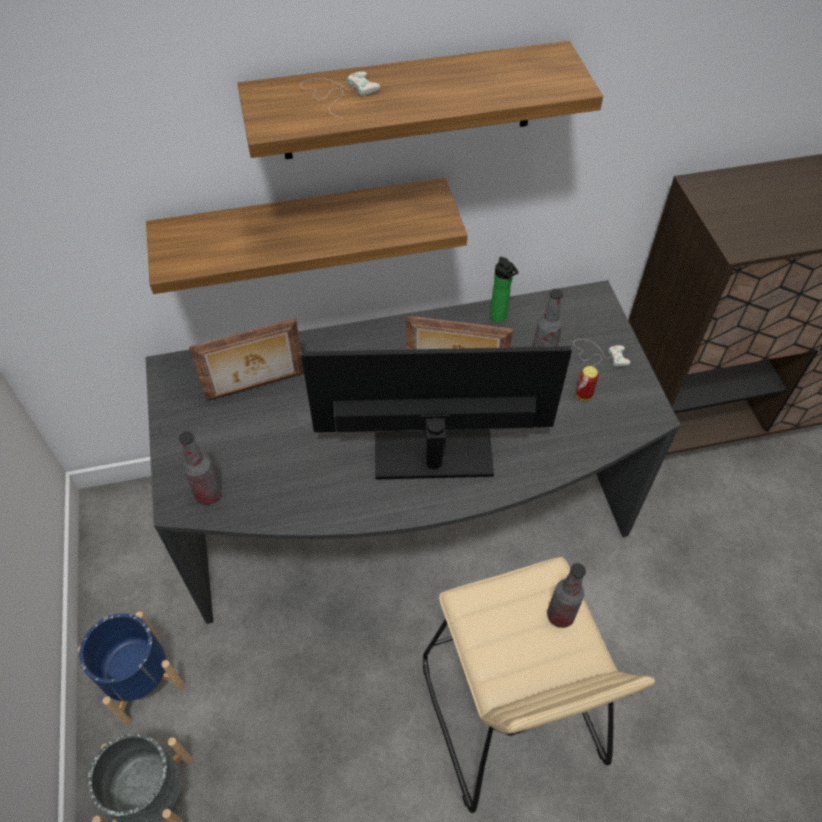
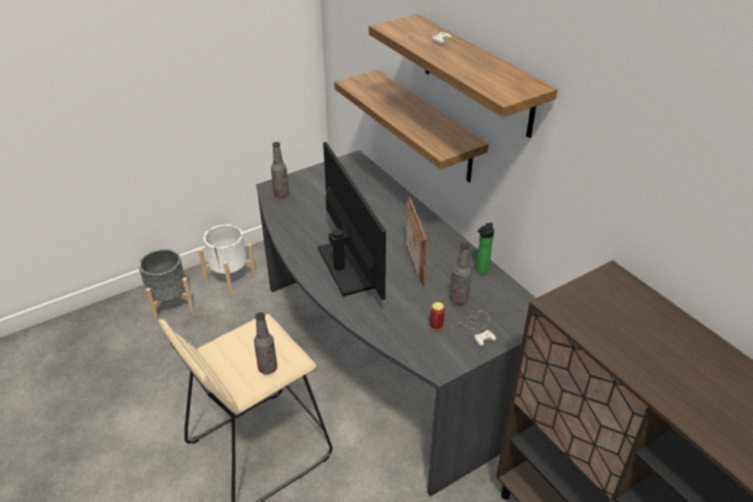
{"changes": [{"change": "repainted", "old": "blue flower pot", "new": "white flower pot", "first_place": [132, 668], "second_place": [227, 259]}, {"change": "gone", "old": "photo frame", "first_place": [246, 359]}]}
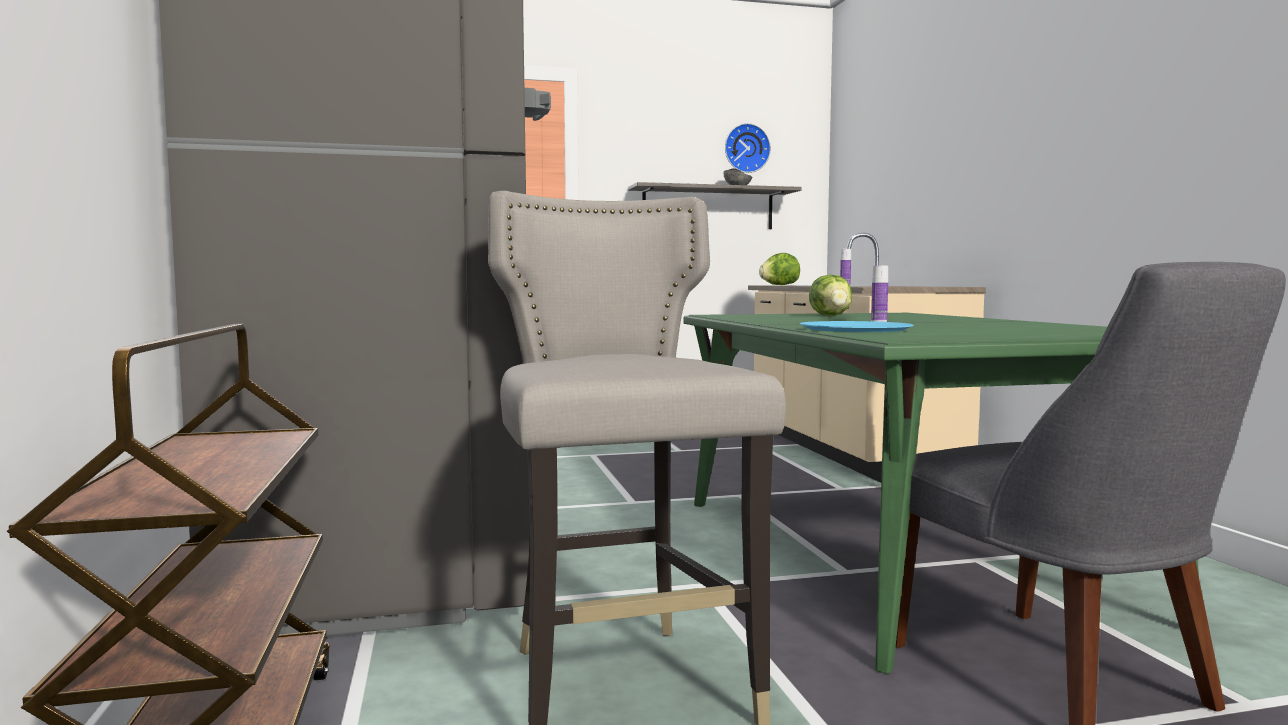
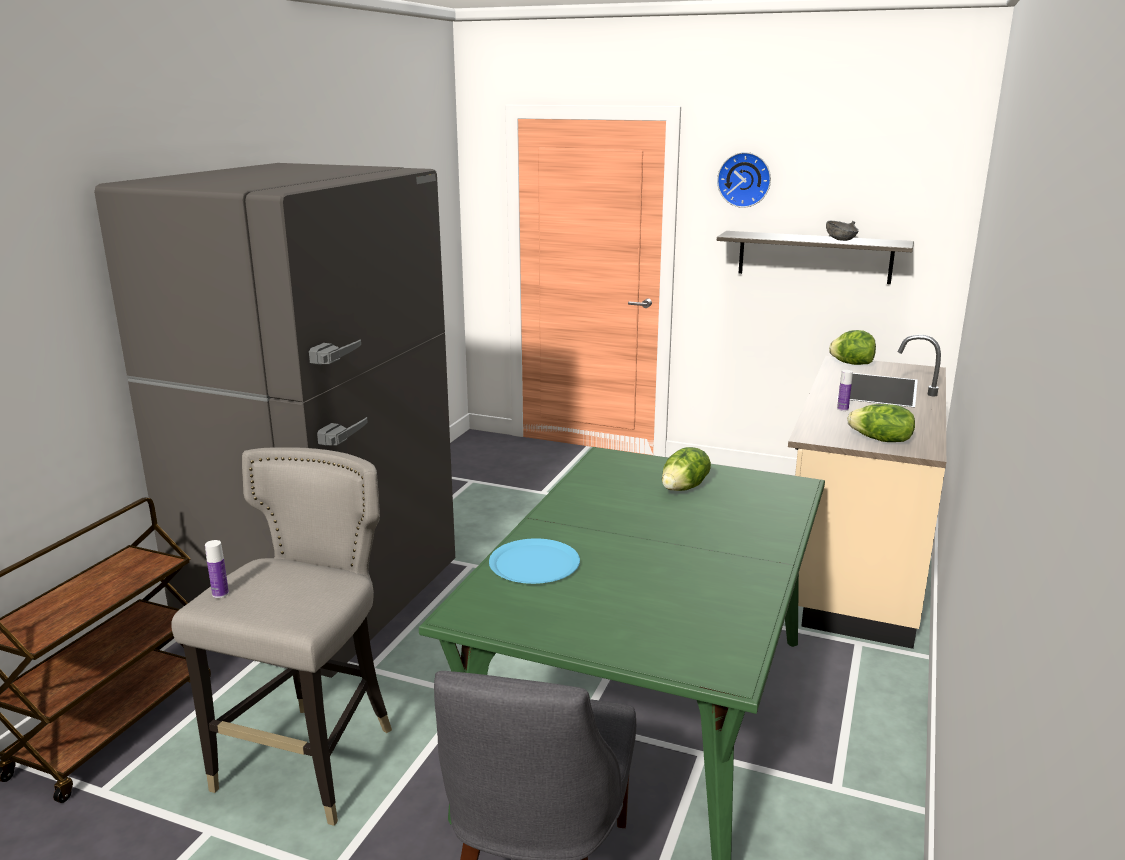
{"changes": [{"change": "shifted", "old": "beverage bottle", "first_place": [879, 294], "second_place": [217, 569]}, {"change": "shifted", "old": "wall clock", "first_place": [748, 148], "second_place": [744, 180]}, {"change": "new", "new": "lettuce head", "second_place": [881, 423]}]}
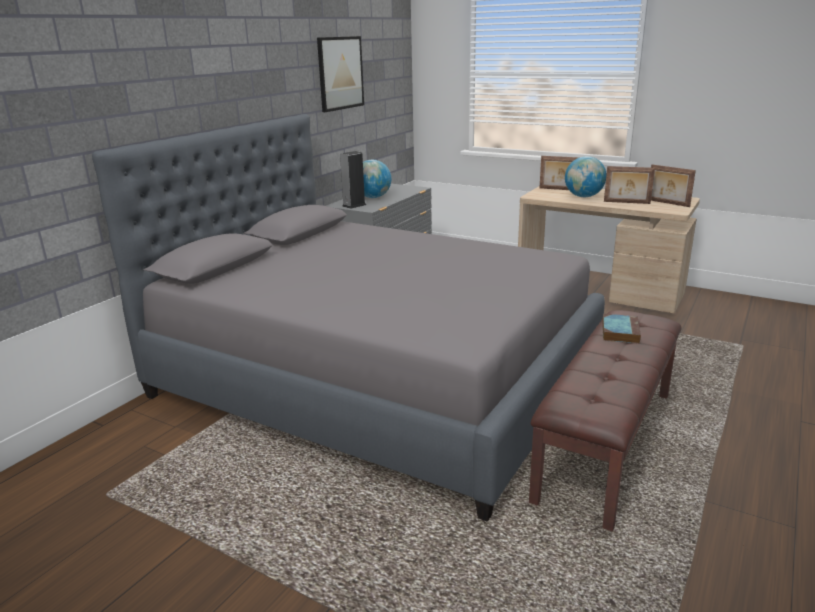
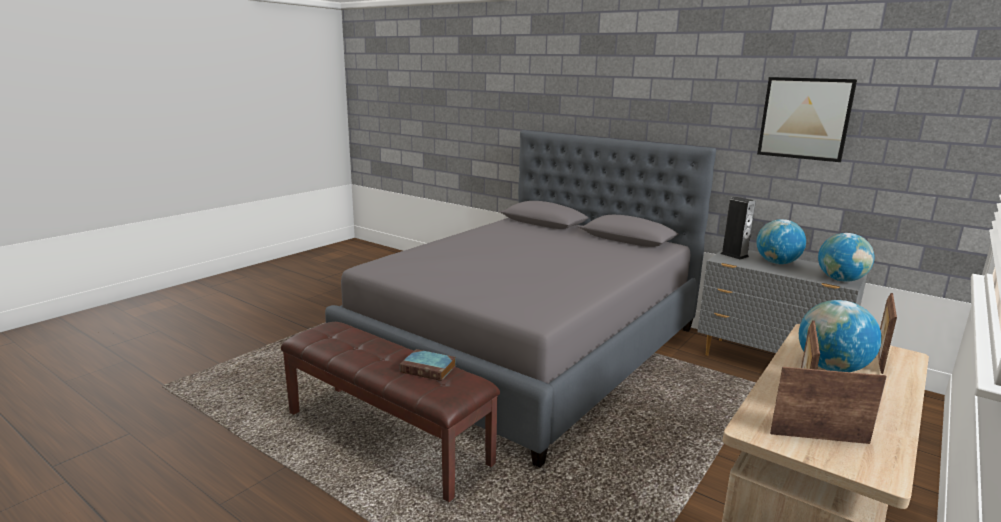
{"changes": [{"change": "rotated", "old": "photo frame", "first_place": [673, 186], "second_place": [828, 405], "degrees": 45}, {"change": "new", "new": "desk globe", "second_place": [846, 257]}]}
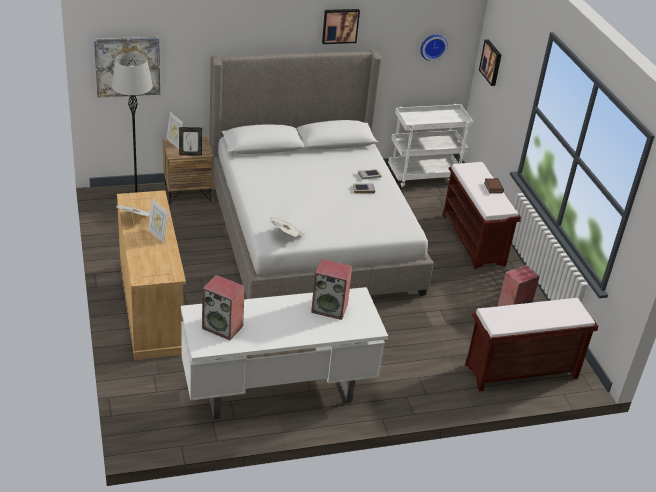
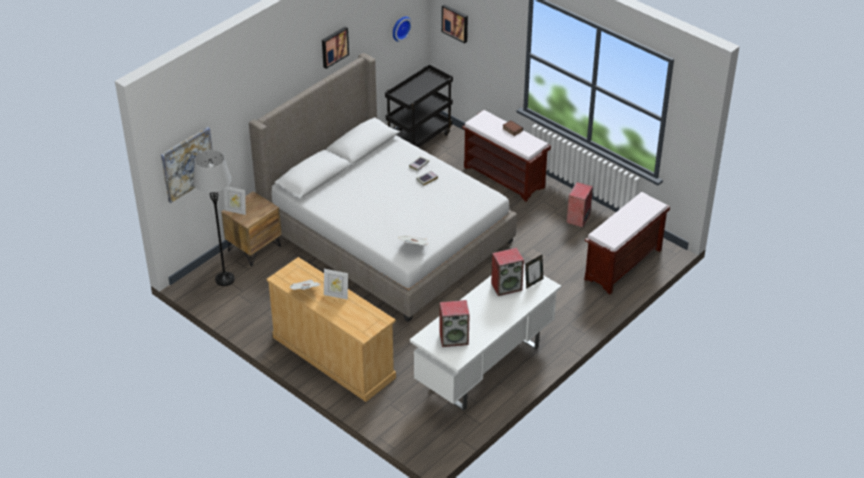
{"changes": [{"change": "repainted", "old": "white cart", "new": "black cart", "first_place": [430, 146], "second_place": [419, 106]}, {"change": "shifted", "old": "photo frame", "first_place": [190, 141], "second_place": [534, 272]}]}
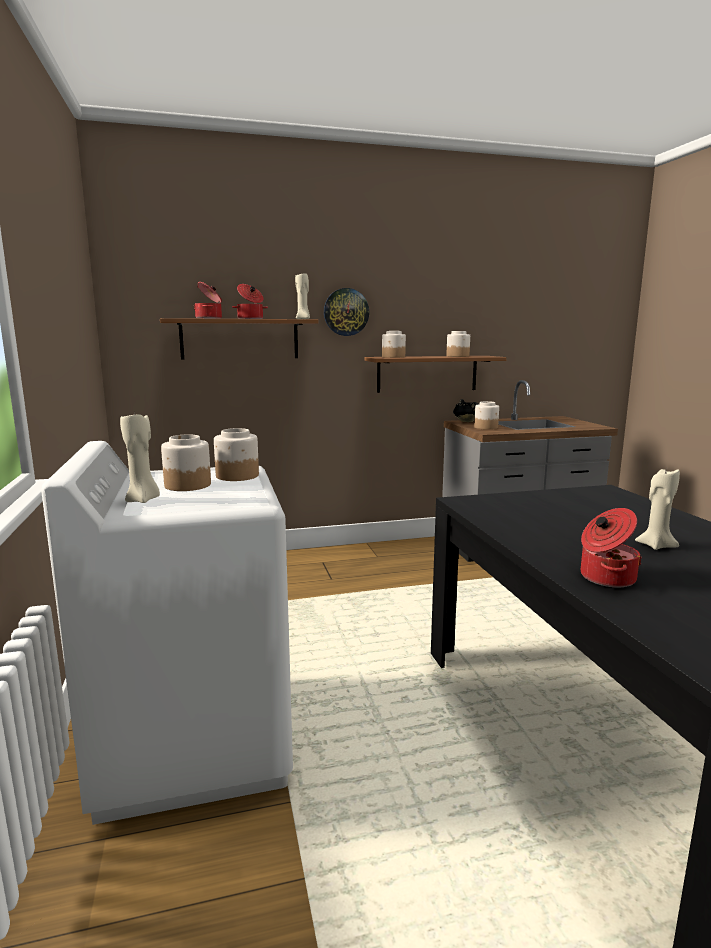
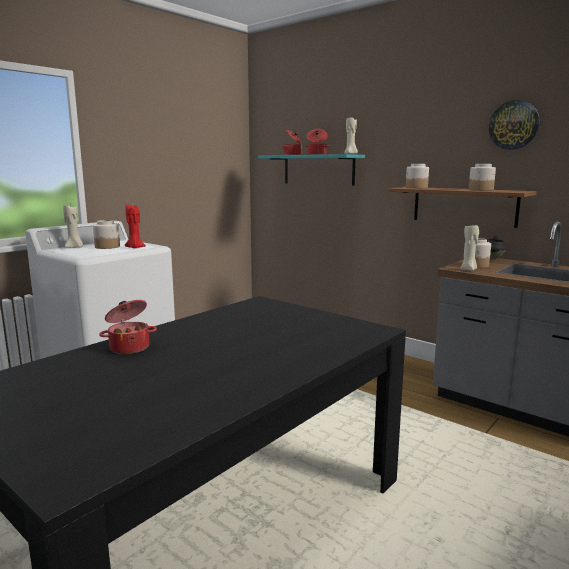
{"changes": [{"change": "swapped", "old": "preserve jar", "new": "red wax light", "first_place": [236, 454], "second_place": [135, 226]}, {"change": "repainted", "old": "brownish shelf", "new": "blue-green shelf", "first_place": [239, 339], "second_place": [311, 170]}, {"change": "shifted", "old": "beige-coloured wax light", "first_place": [657, 509], "second_place": [469, 248]}, {"change": "shifted", "old": "wall clock", "first_place": [346, 312], "second_place": [514, 125]}]}
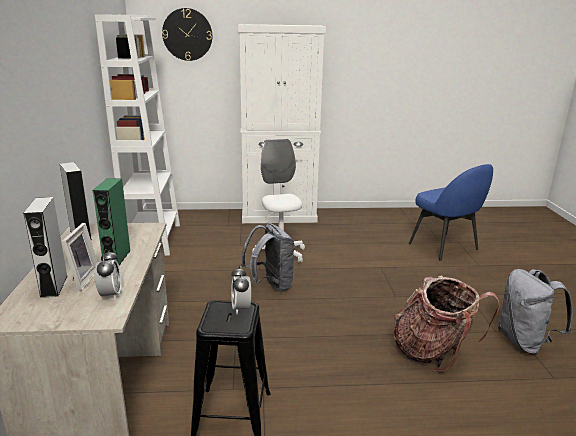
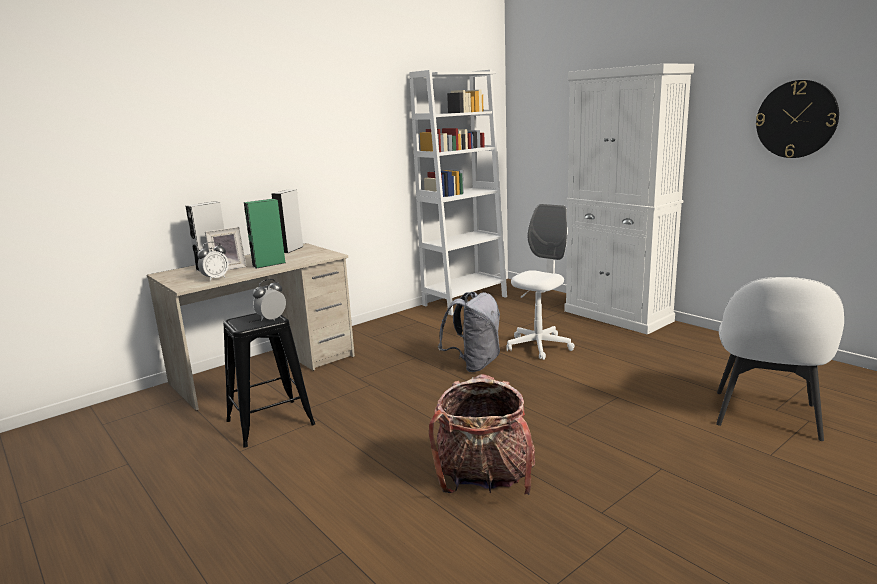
{"changes": [{"change": "repainted", "old": "blue plain chair", "new": "white plain chair", "first_place": [451, 212], "second_place": [780, 359]}, {"change": "shifted", "old": "wall clock", "first_place": [187, 34], "second_place": [797, 119]}, {"change": "gone", "old": "greyish backpack", "first_place": [535, 312]}]}
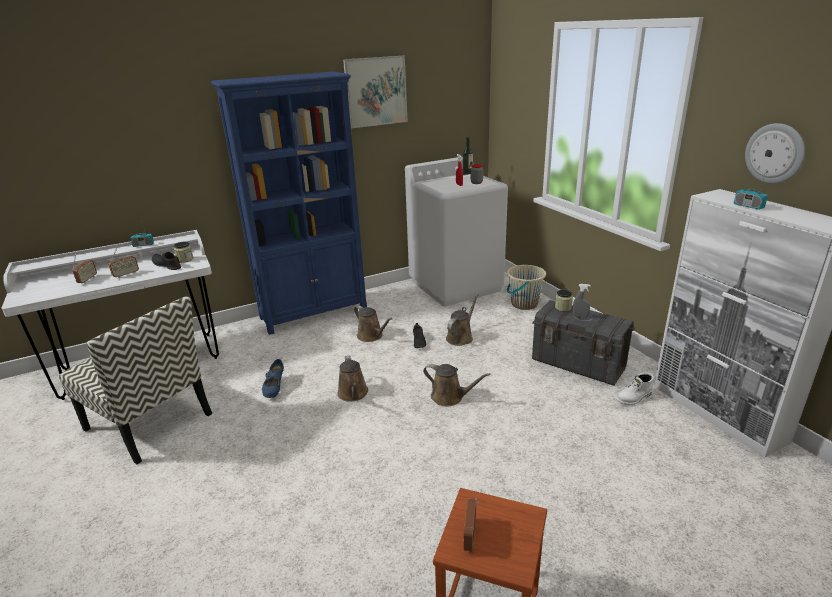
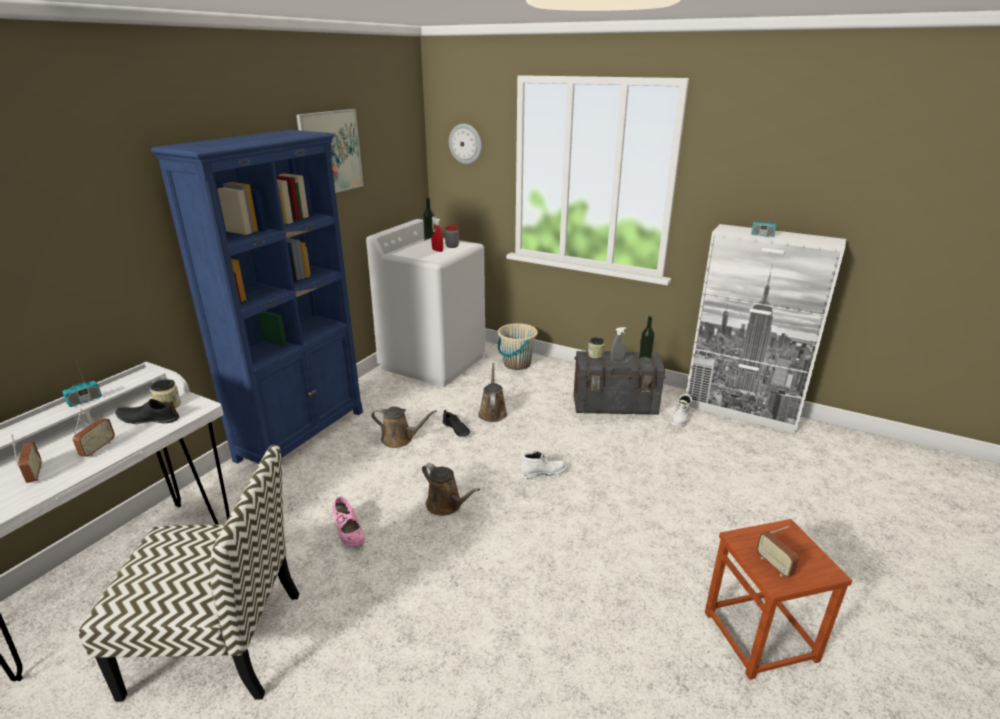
{"changes": [{"change": "repainted", "old": "blue shoe", "new": "pink shoe", "first_place": [273, 378], "second_place": [349, 522]}, {"change": "shifted", "old": "wall clock", "first_place": [775, 153], "second_place": [465, 144]}, {"change": "swapped", "old": "brownish watering pot", "new": "white boot", "first_place": [456, 385], "second_place": [543, 465]}, {"change": "new", "new": "beverage bottle", "second_place": [647, 339]}]}
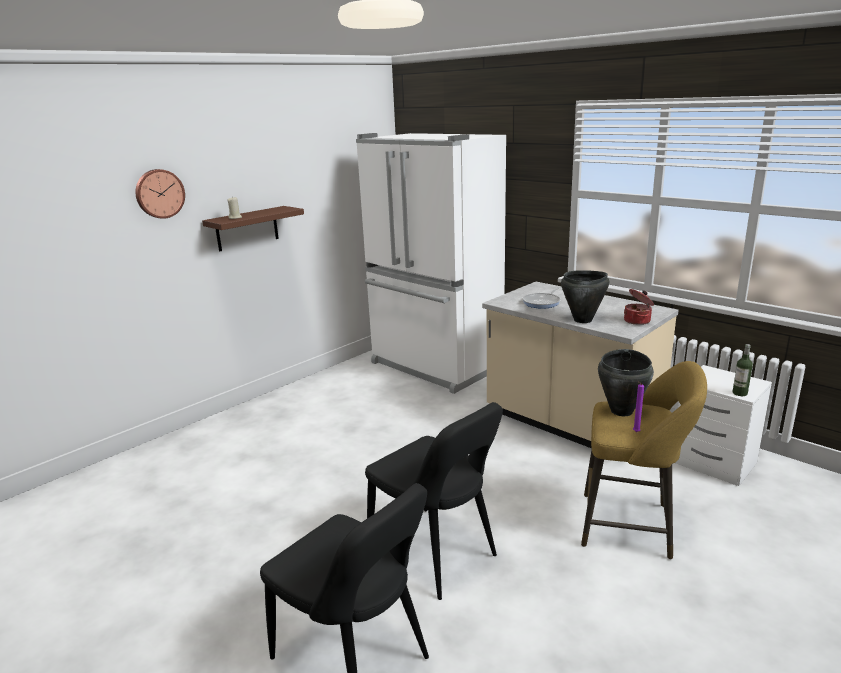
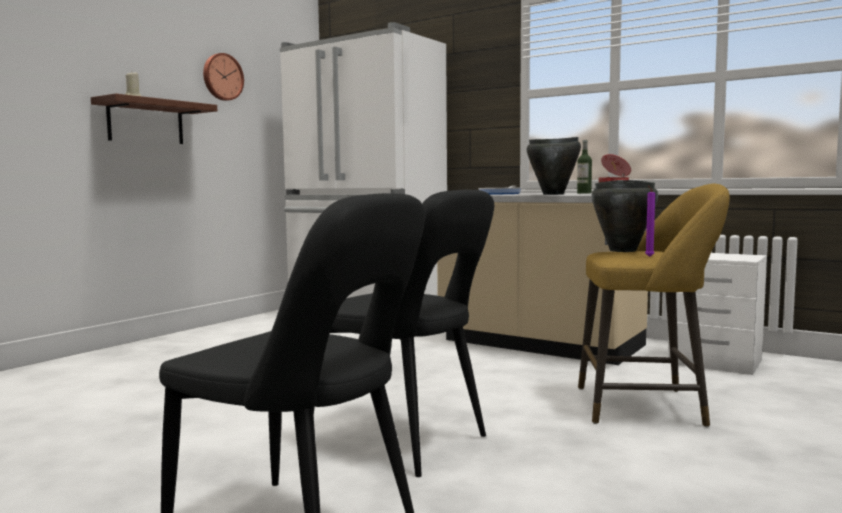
{"changes": [{"change": "shifted", "old": "wall clock", "first_place": [160, 194], "second_place": [223, 77]}, {"change": "shifted", "old": "beverage bottle", "first_place": [743, 370], "second_place": [584, 166]}]}
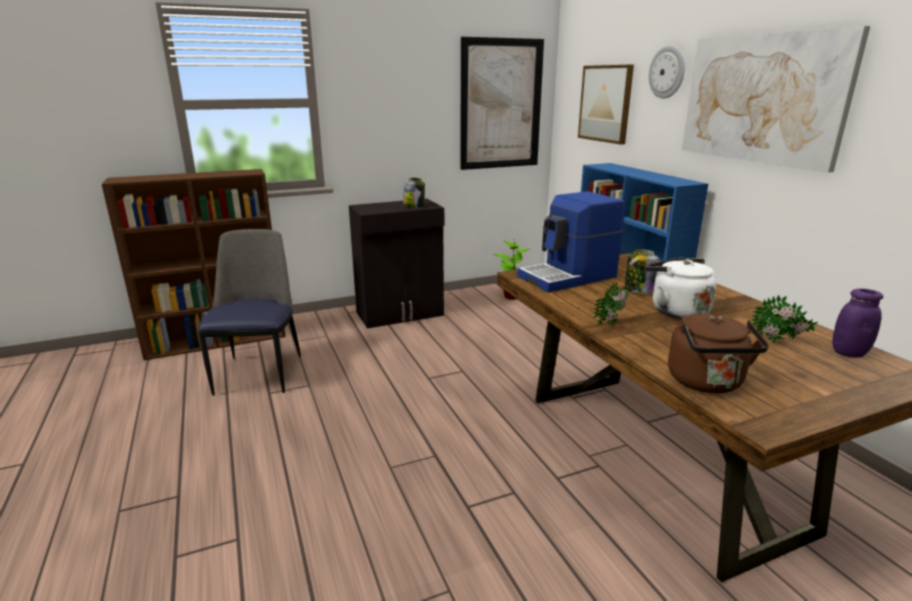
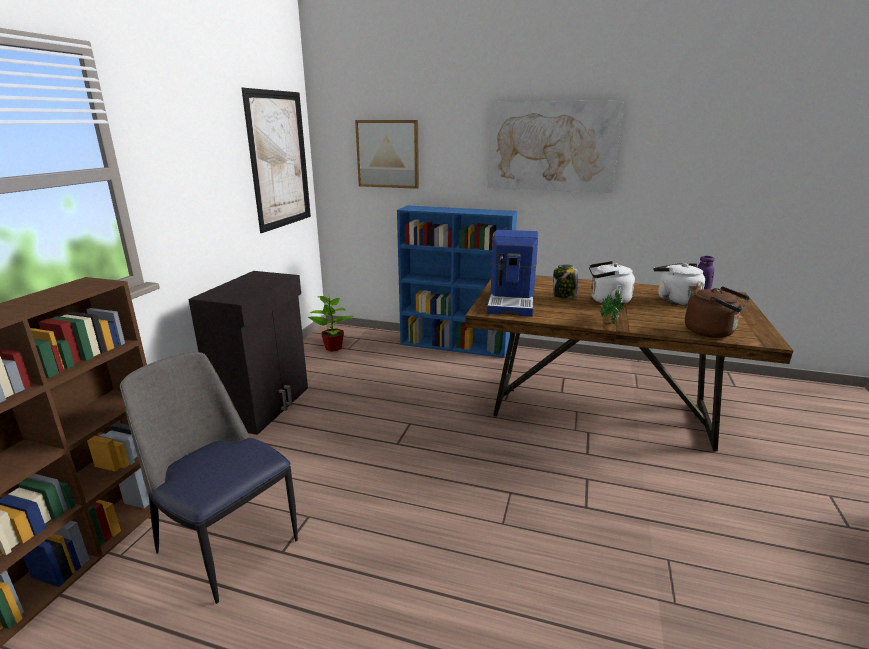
{"changes": [{"change": "swapped", "old": "potted plant", "new": "white kettle", "first_place": [784, 318], "second_place": [679, 284]}, {"change": "gone", "old": "preserve jar", "first_place": [414, 193]}, {"change": "gone", "old": "wall clock", "first_place": [667, 72]}]}
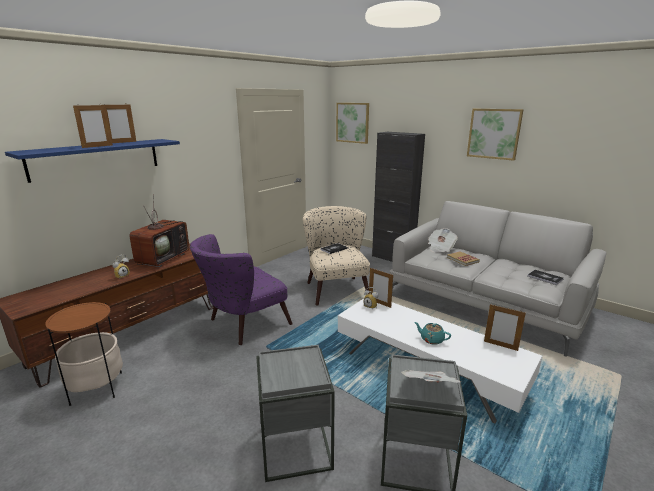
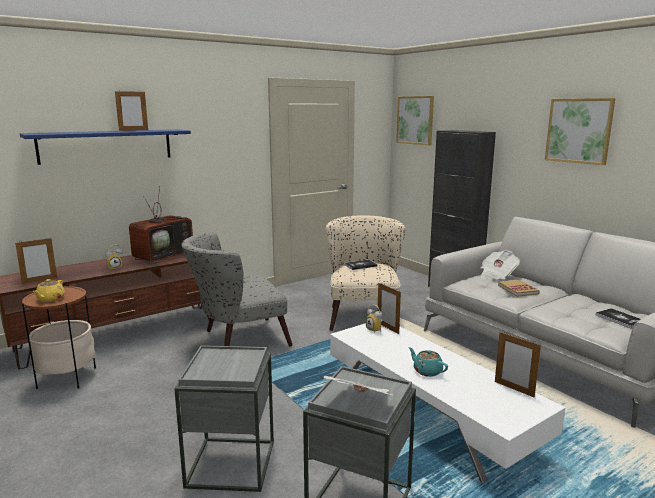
{"changes": [{"change": "shifted", "old": "photo frame", "first_place": [93, 126], "second_place": [36, 261]}, {"change": "new", "new": "yellow-coloured tea pot", "second_place": [49, 290]}, {"change": "repainted", "old": "purplish armchair", "new": "greyish armchair", "first_place": [241, 289], "second_place": [236, 290]}]}
